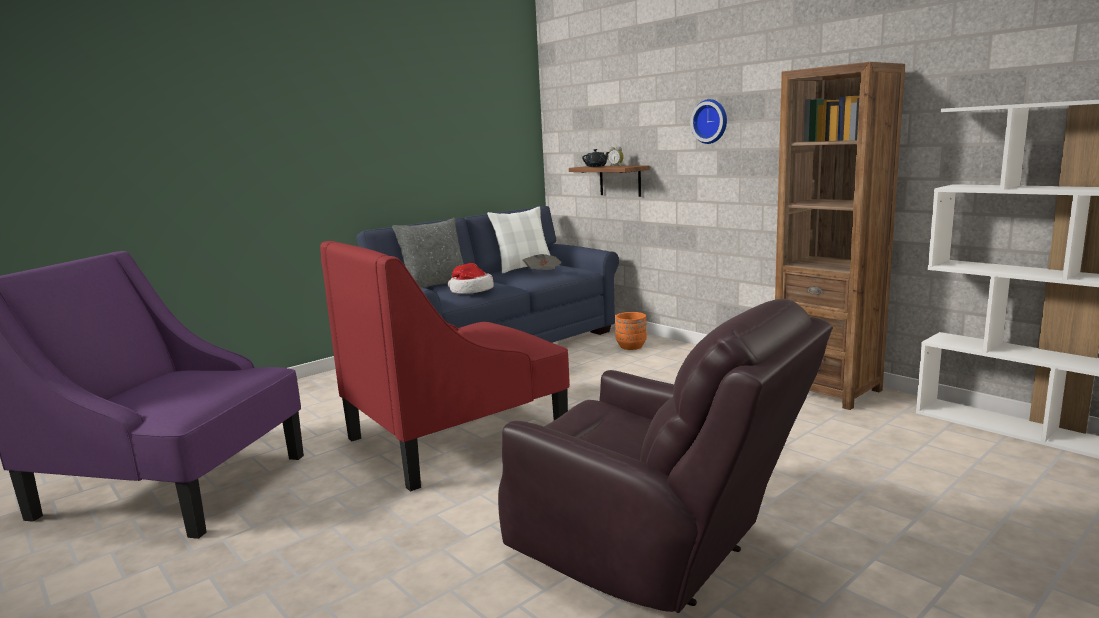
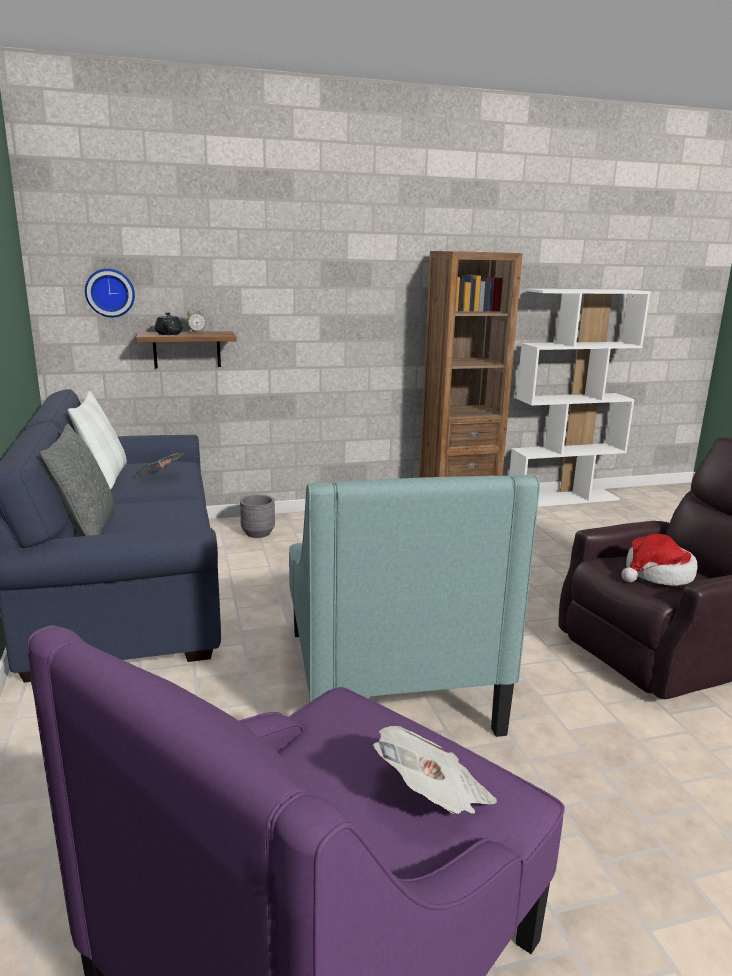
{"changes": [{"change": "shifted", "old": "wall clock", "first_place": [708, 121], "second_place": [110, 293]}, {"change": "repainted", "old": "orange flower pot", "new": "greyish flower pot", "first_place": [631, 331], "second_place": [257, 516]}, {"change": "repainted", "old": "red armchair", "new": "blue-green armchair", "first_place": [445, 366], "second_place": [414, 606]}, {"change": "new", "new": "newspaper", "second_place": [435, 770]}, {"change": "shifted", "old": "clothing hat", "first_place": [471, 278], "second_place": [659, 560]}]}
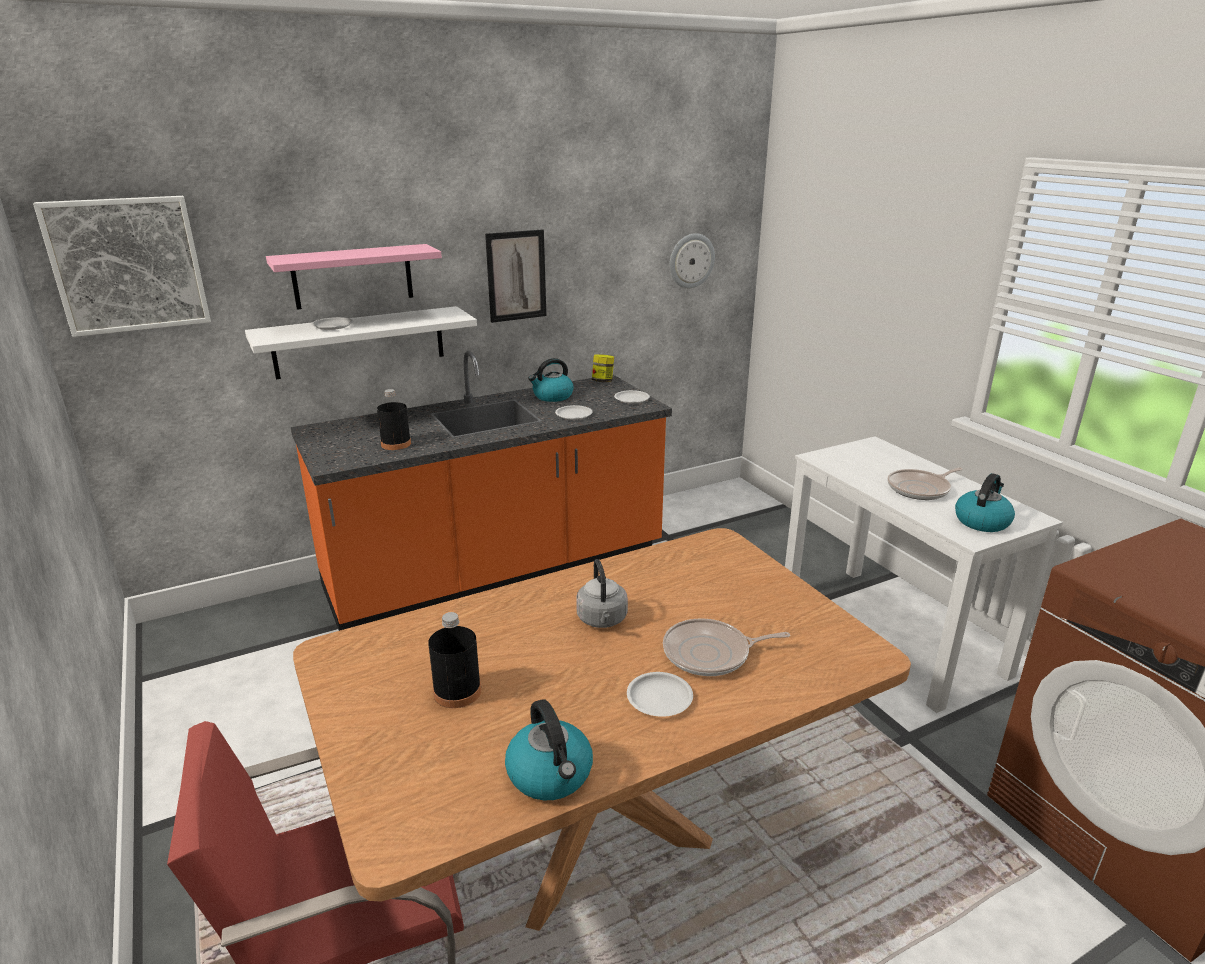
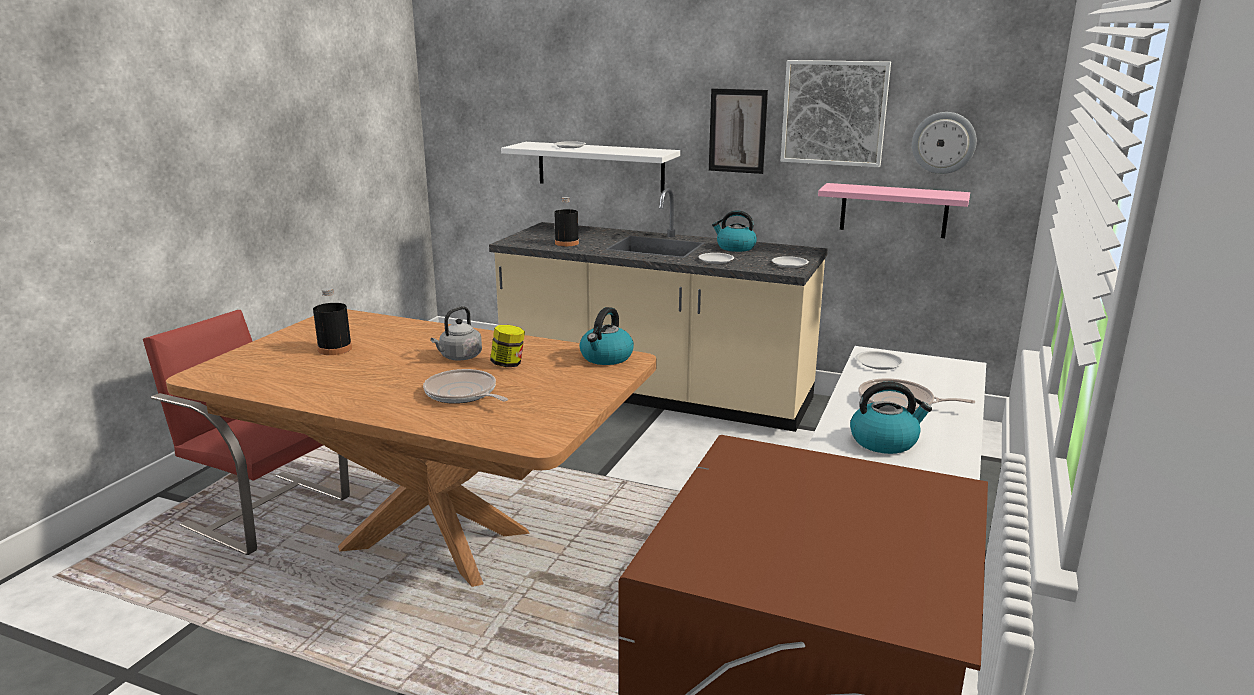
{"changes": [{"change": "repainted", "old": "orange counter", "new": "beige-coloured counter", "first_place": [481, 491], "second_place": [658, 310]}, {"change": "shifted", "old": "preserve jar", "first_place": [603, 368], "second_place": [507, 346]}, {"change": "shifted", "old": "kettle", "first_place": [549, 749], "second_place": [607, 336]}, {"change": "shifted", "old": "picture", "first_place": [122, 266], "second_place": [836, 113]}, {"change": "shifted", "old": "pink shelf", "first_place": [354, 277], "second_place": [894, 210]}, {"change": "shifted", "old": "white dinner plate", "first_place": [660, 694], "second_place": [880, 360]}]}
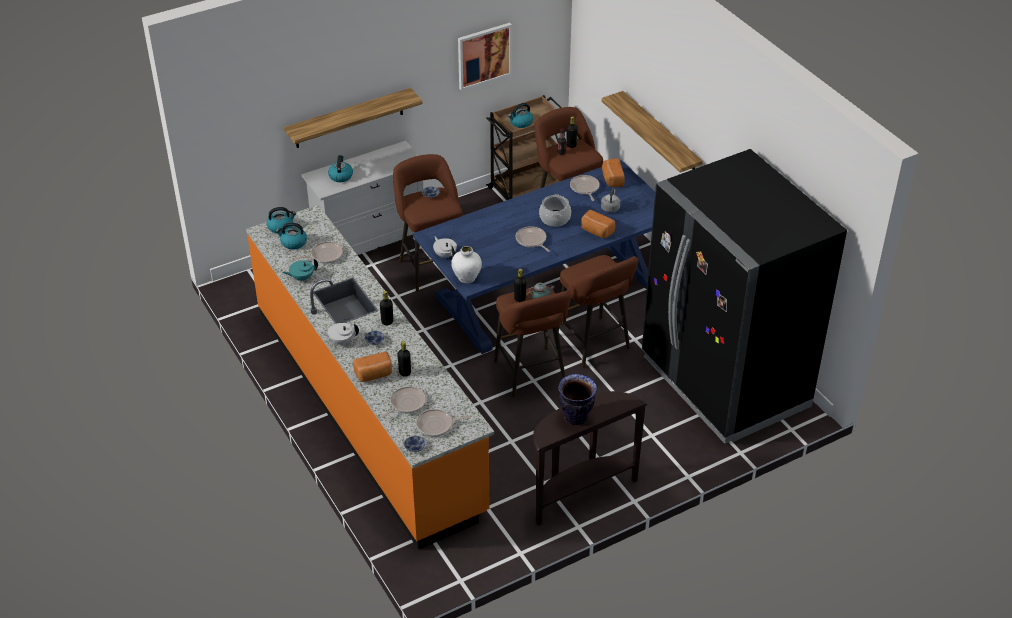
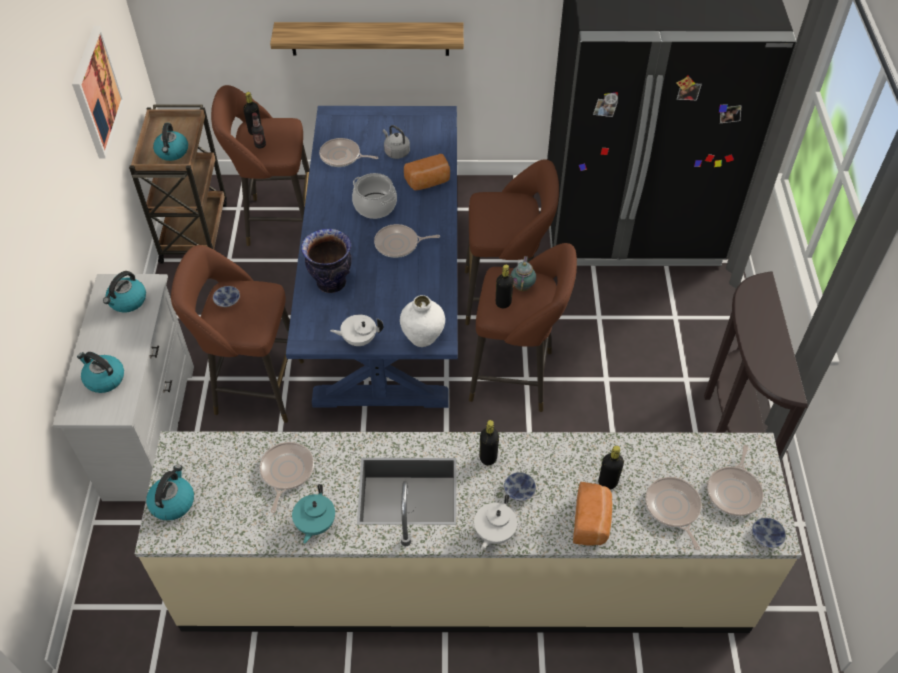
{"changes": [{"change": "shifted", "old": "kettle", "first_place": [291, 236], "second_place": [124, 292]}, {"change": "repainted", "old": "orange counter", "new": "beige-coloured counter", "first_place": [370, 377], "second_place": [468, 532]}, {"change": "shifted", "old": "flower vase", "first_place": [577, 399], "second_place": [326, 261]}, {"change": "gone", "old": "shelf", "first_place": [353, 118]}, {"change": "gone", "old": "baked bread", "first_place": [613, 172]}]}
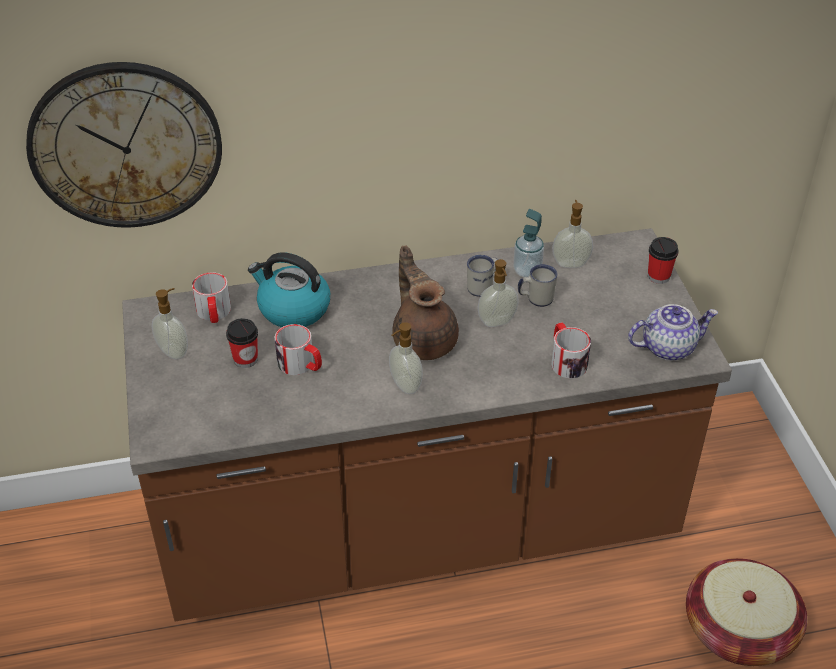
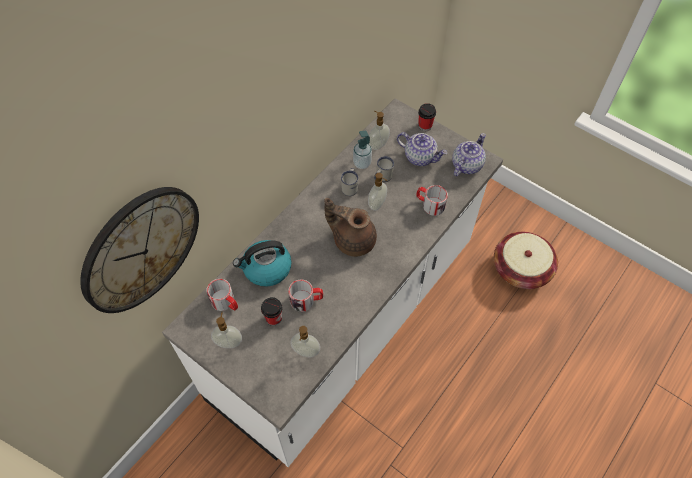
{"changes": [{"change": "repainted", "old": "brownish counter", "new": "white counter", "first_place": [427, 425], "second_place": [332, 282]}, {"change": "shifted", "old": "liquid soap bottle", "first_place": [406, 358], "second_place": [305, 341]}, {"change": "new", "new": "tea pot", "second_place": [422, 149]}]}
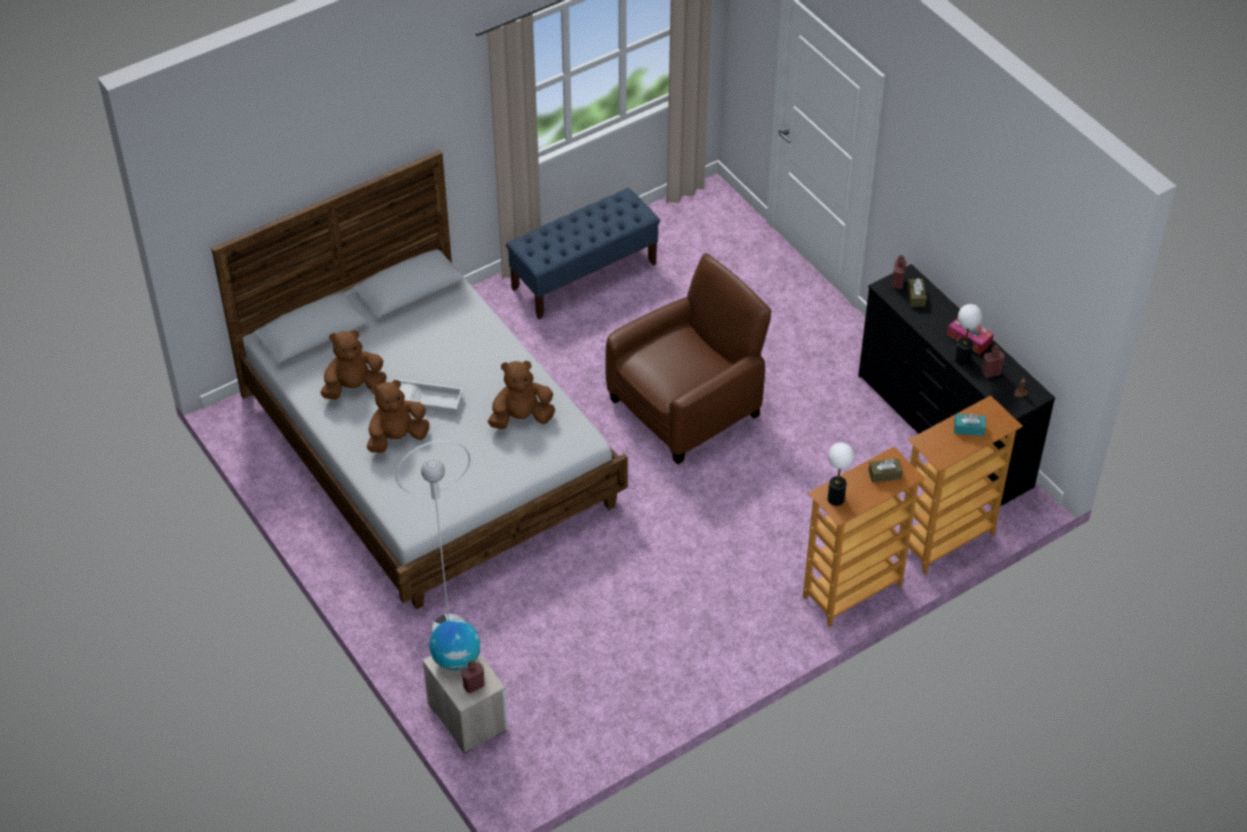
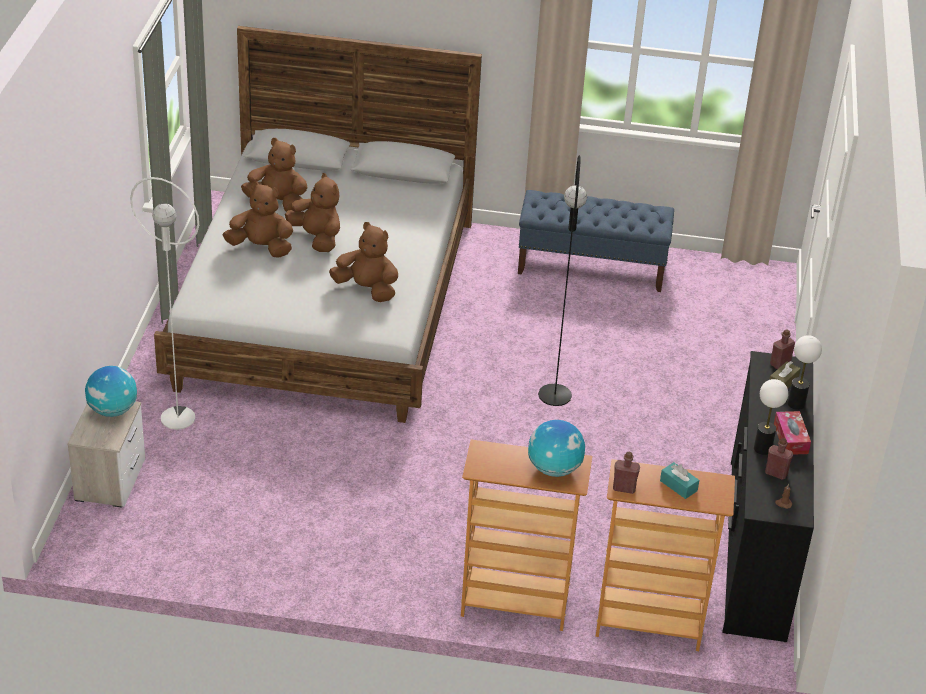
{"changes": [{"change": "swapped", "old": "white serving tray", "new": "brownish soft toy", "first_place": [429, 396], "second_place": [312, 212]}, {"change": "swapped", "old": "brownish tissue holder", "new": "desk globe", "first_place": [885, 471], "second_place": [556, 448]}, {"change": "swapped", "old": "brownish armchair", "new": "black floor lamp", "first_place": [688, 358], "second_place": [562, 280]}, {"change": "shifted", "old": "red beverage bottle", "first_place": [473, 676], "second_place": [626, 473]}, {"change": "shifted", "old": "lamp for a table", "first_place": [840, 474], "second_place": [804, 372]}]}
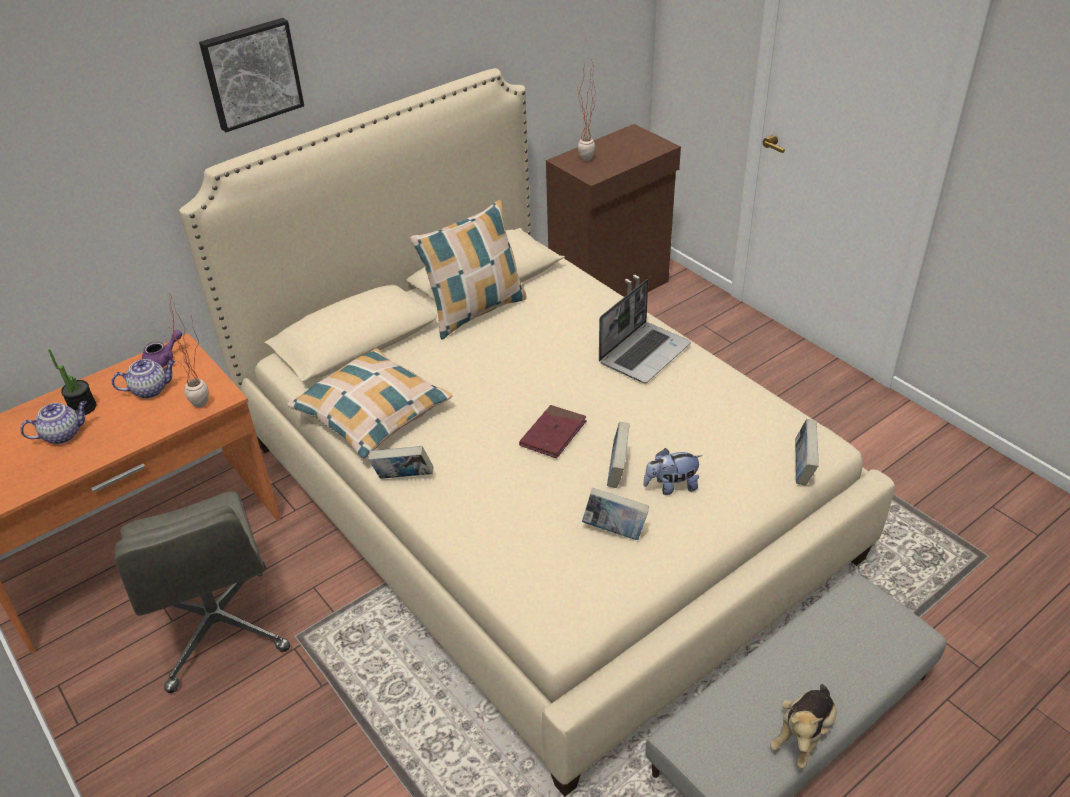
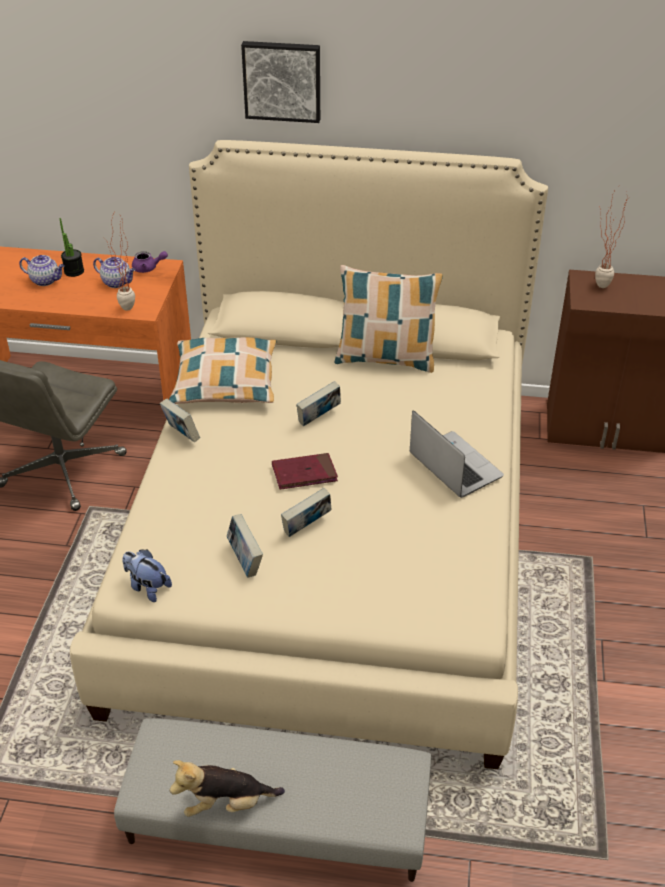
{"changes": [{"change": "shifted", "old": "soft toy", "first_place": [673, 471], "second_place": [147, 575]}, {"change": "shifted", "old": "bound book", "first_place": [807, 452], "second_place": [318, 403]}, {"change": "rotated", "old": "notebook computer", "first_place": [645, 331], "second_place": [457, 454], "degrees": -120}]}
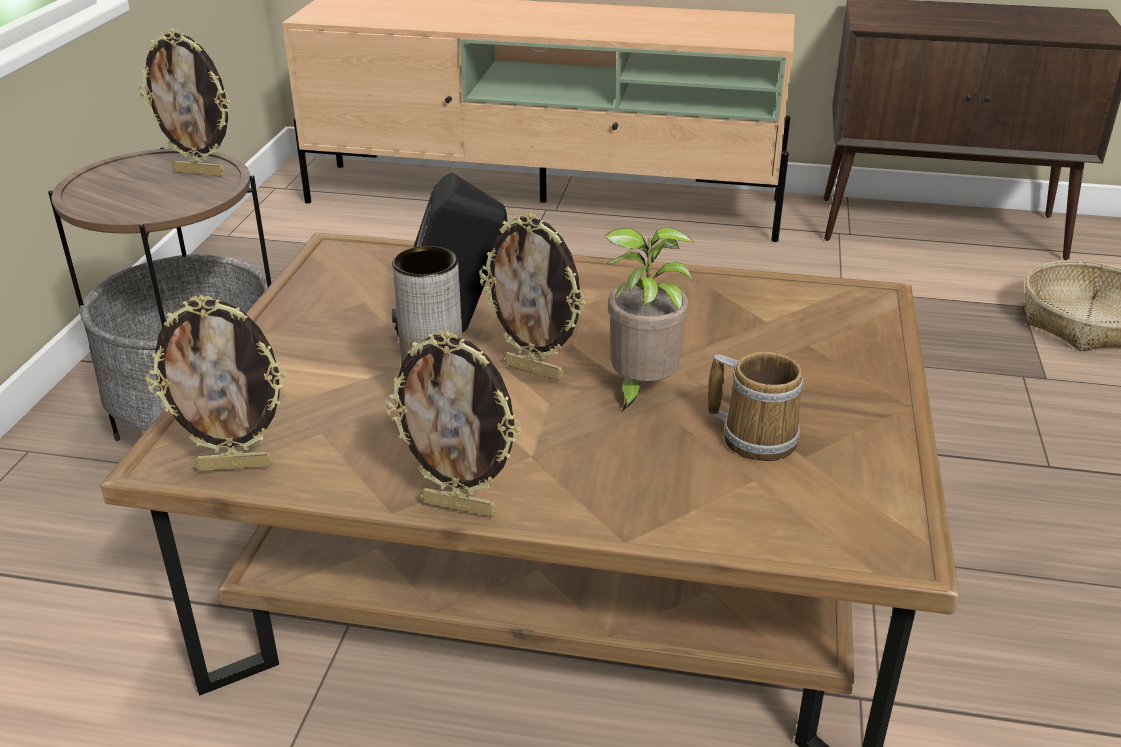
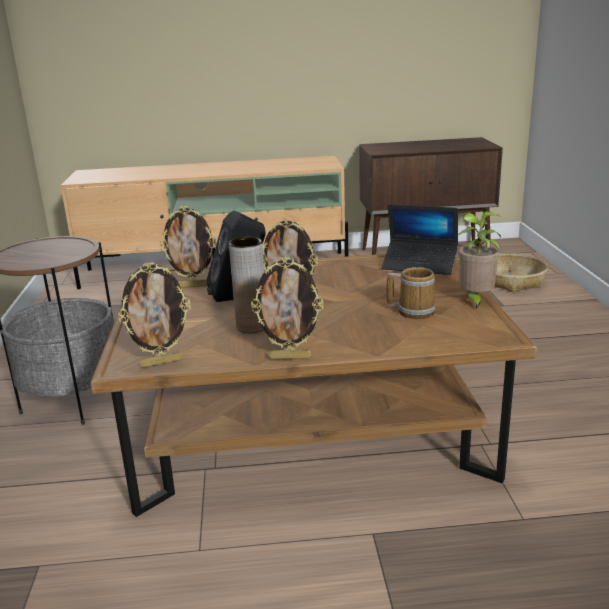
{"changes": [{"change": "shifted", "old": "photo frame", "first_place": [184, 102], "second_place": [188, 247]}, {"change": "new", "new": "notebook computer", "second_place": [420, 239]}, {"change": "shifted", "old": "potted plant", "first_place": [649, 320], "second_place": [479, 260]}]}
